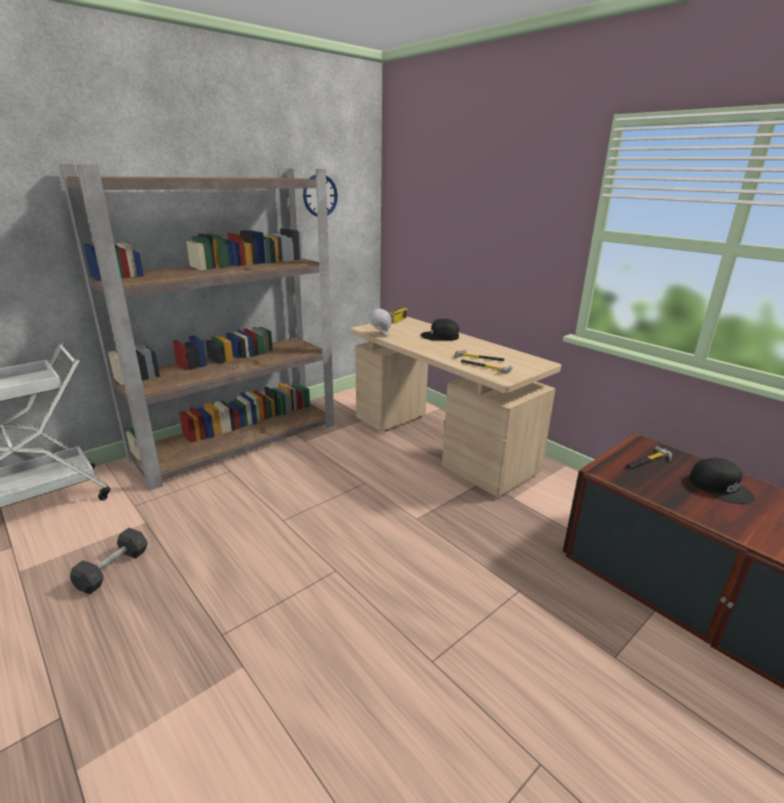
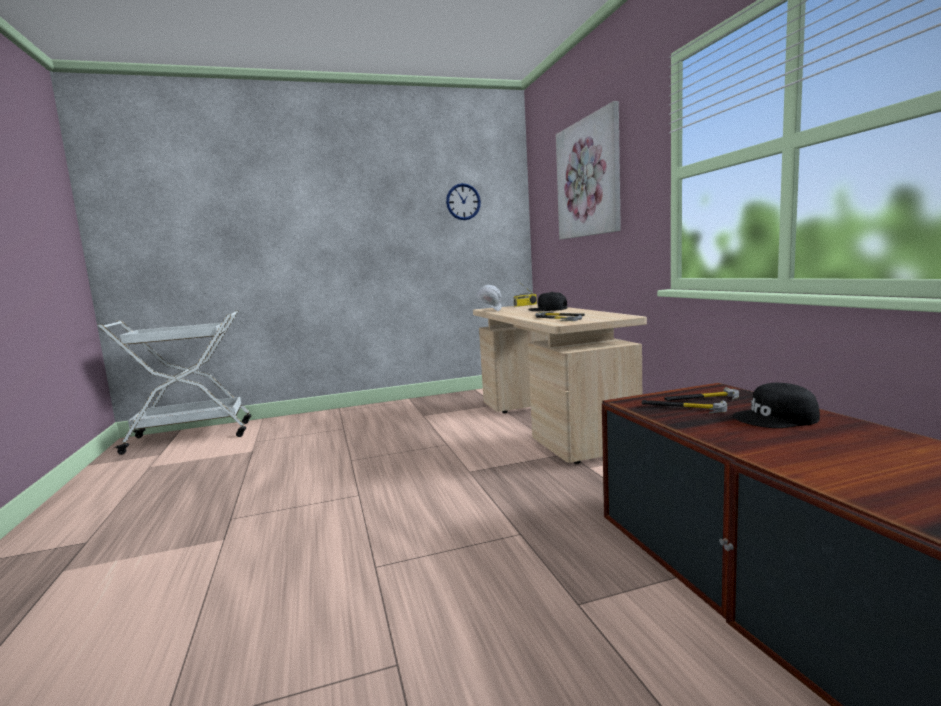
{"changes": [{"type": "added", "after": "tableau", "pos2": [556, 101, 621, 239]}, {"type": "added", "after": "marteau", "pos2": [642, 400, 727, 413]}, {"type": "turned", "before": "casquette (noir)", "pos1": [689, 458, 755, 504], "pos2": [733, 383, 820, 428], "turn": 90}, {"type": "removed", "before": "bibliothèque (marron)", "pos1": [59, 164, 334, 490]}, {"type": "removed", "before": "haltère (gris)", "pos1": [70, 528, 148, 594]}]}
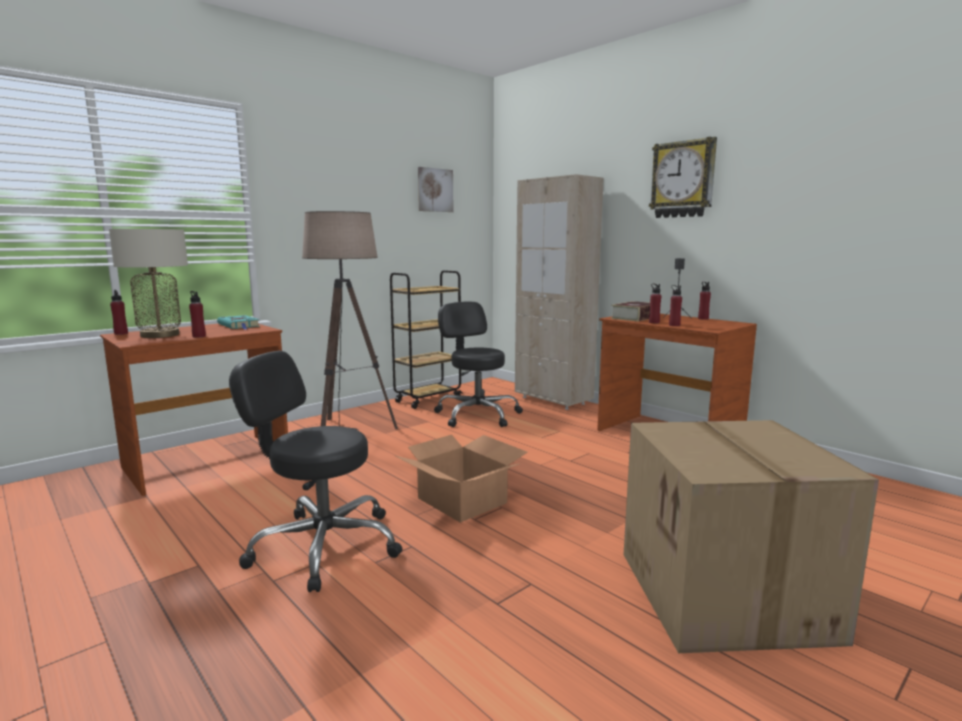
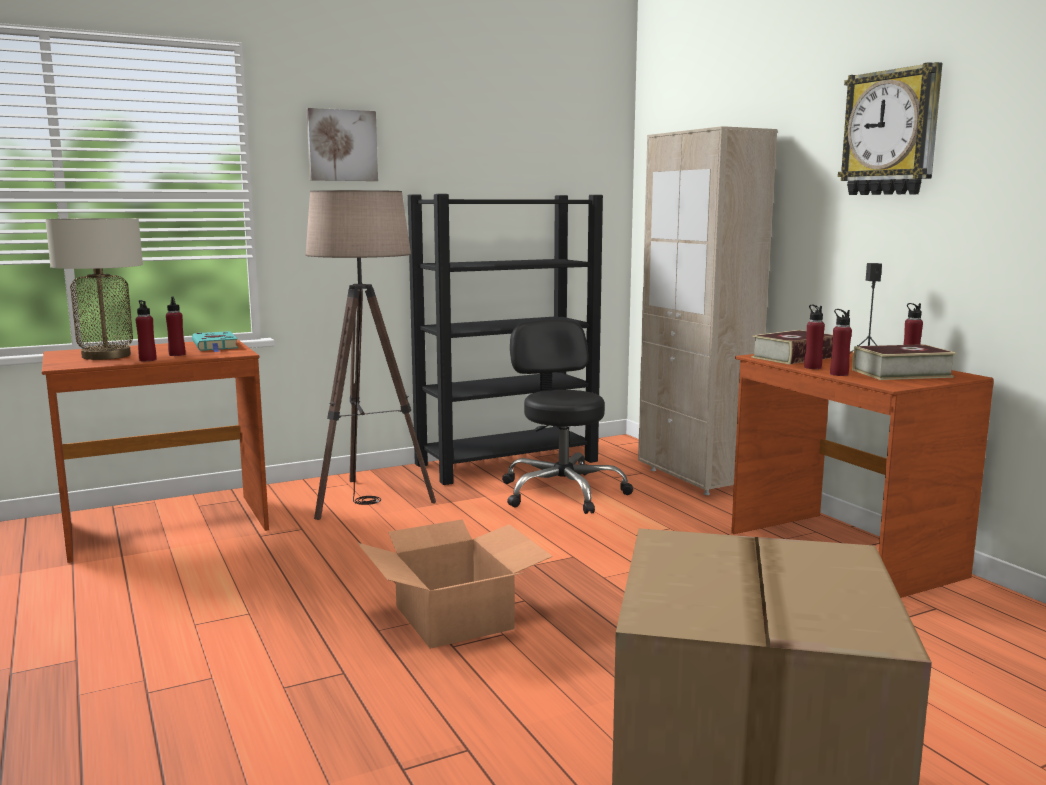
{"changes": [{"type": "moved", "before": "bouteille (rouge)", "pos1": [110, 290, 128, 335], "pos2": [166, 297, 185, 356]}, {"type": "moved", "before": "tableau", "pos1": [418, 167, 453, 212], "pos2": [306, 108, 378, 181]}, {"type": "replaced", "before": "chariot (marron)", "after": "bibliothèque (noir)", "pos1": [390, 270, 463, 409], "pos2": [408, 194, 603, 485]}, {"type": "added", "after": "livre", "pos2": [852, 344, 957, 380]}, {"type": "removed", "before": "chaise de bureau (noir)", "pos1": [229, 351, 402, 592]}]}
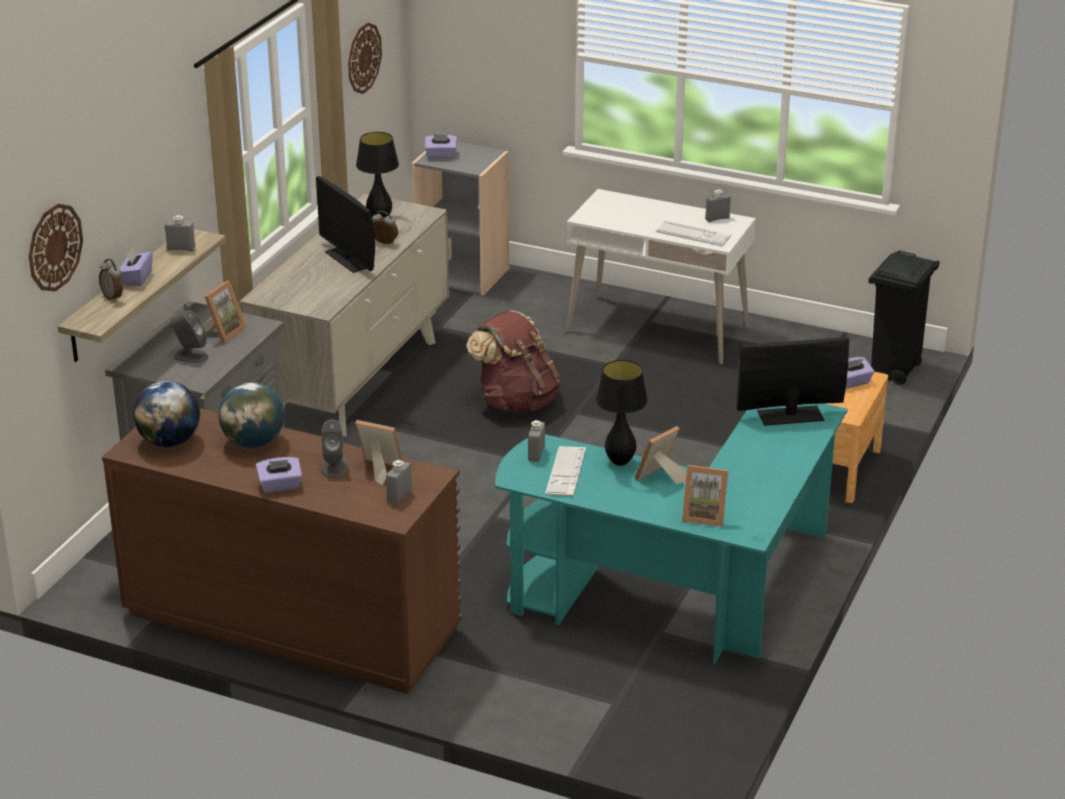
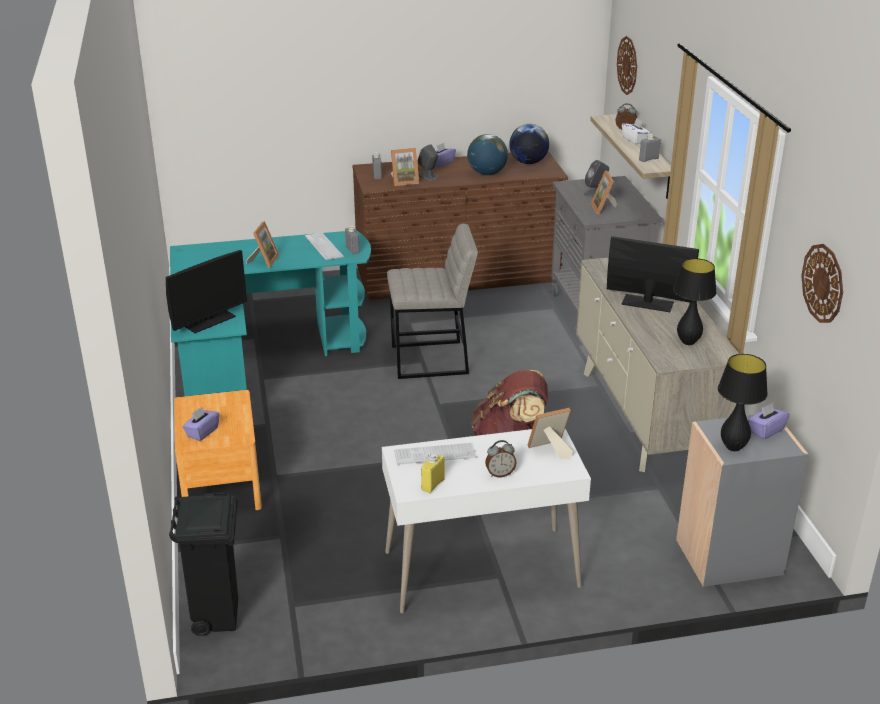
{"changes": [{"type": "added", "after": "chaise (gris)", "pos2": [387, 224, 478, 379]}, {"type": "recoloured", "before": "bouteille (gris)", "after": "bouteille (jaune)", "pos1": [705, 189, 731, 222], "pos2": [421, 454, 445, 493]}, {"type": "moved", "before": "réveil", "pos1": [372, 211, 398, 244], "pos2": [485, 440, 517, 477]}, {"type": "moved", "before": "cadre photo", "pos1": [682, 465, 728, 527], "pos2": [527, 408, 573, 459]}, {"type": "recoloured", "before": "boîte à mouchoirs (violet)", "after": "boîte à mouchoirs (blanc)", "pos1": [119, 248, 153, 286], "pos2": [622, 118, 650, 144]}, {"type": "moved", "before": "lampe de table (noir)", "pos1": [596, 360, 648, 466], "pos2": [718, 354, 768, 451]}]}
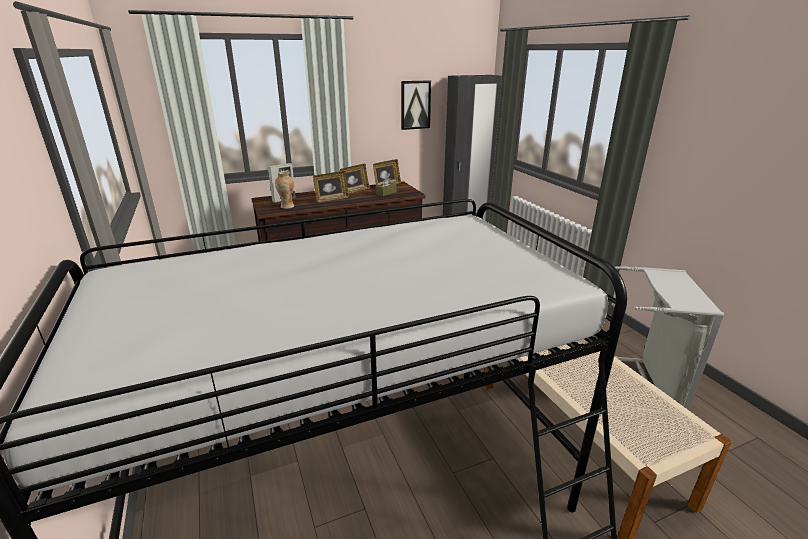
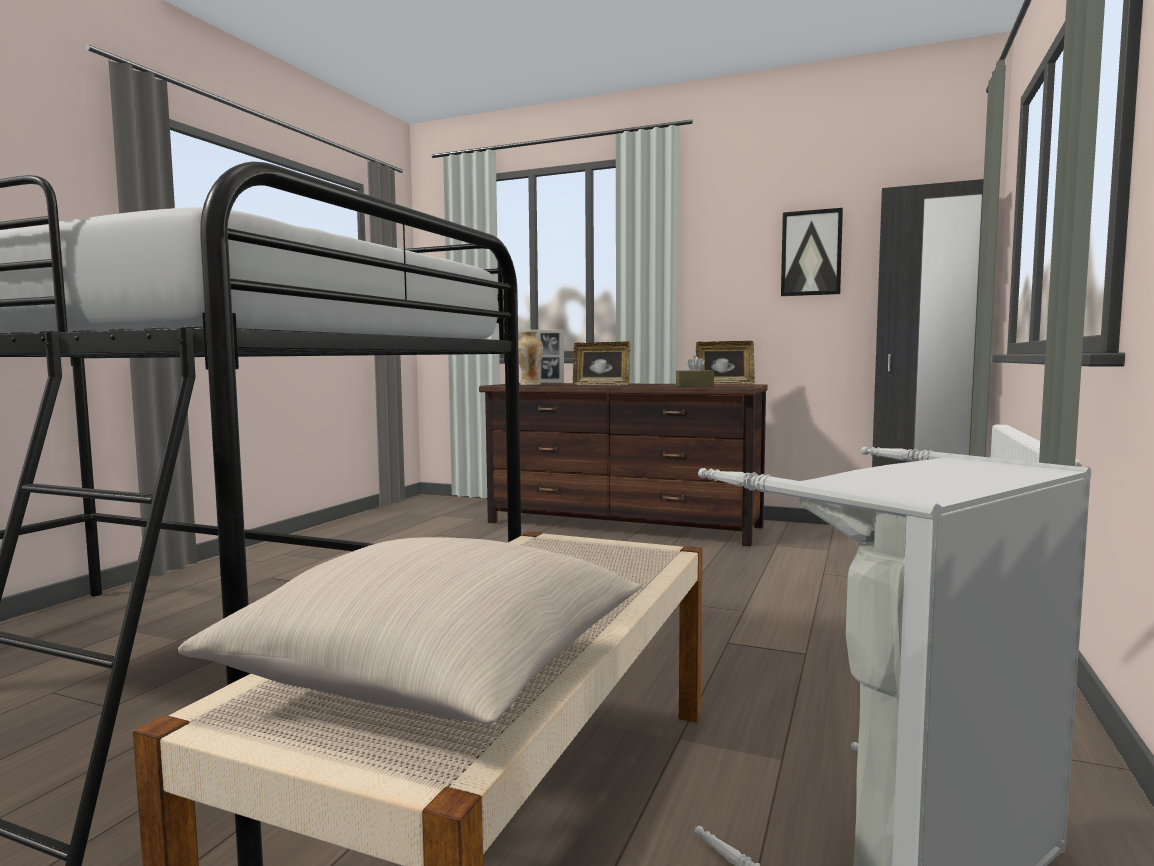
{"changes": [{"type": "added", "after": "coussin (beige)", "pos2": [178, 537, 641, 724]}, {"type": "removed", "before": "cadre photo", "pos1": [340, 164, 370, 193]}]}
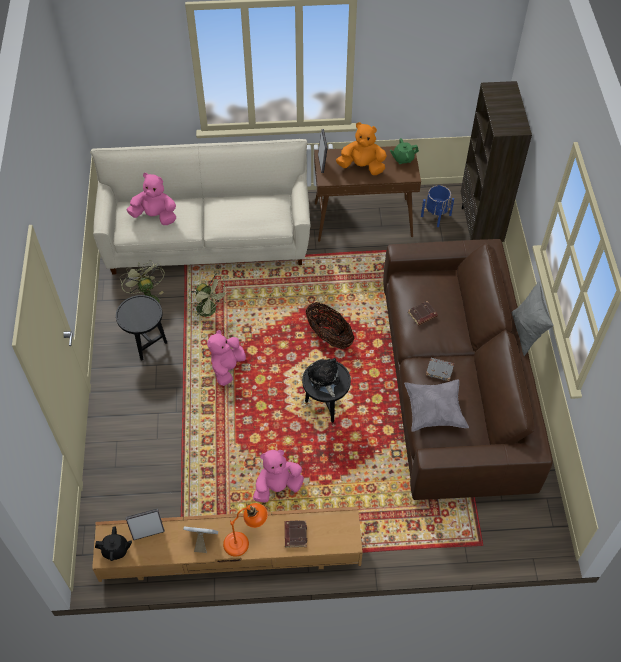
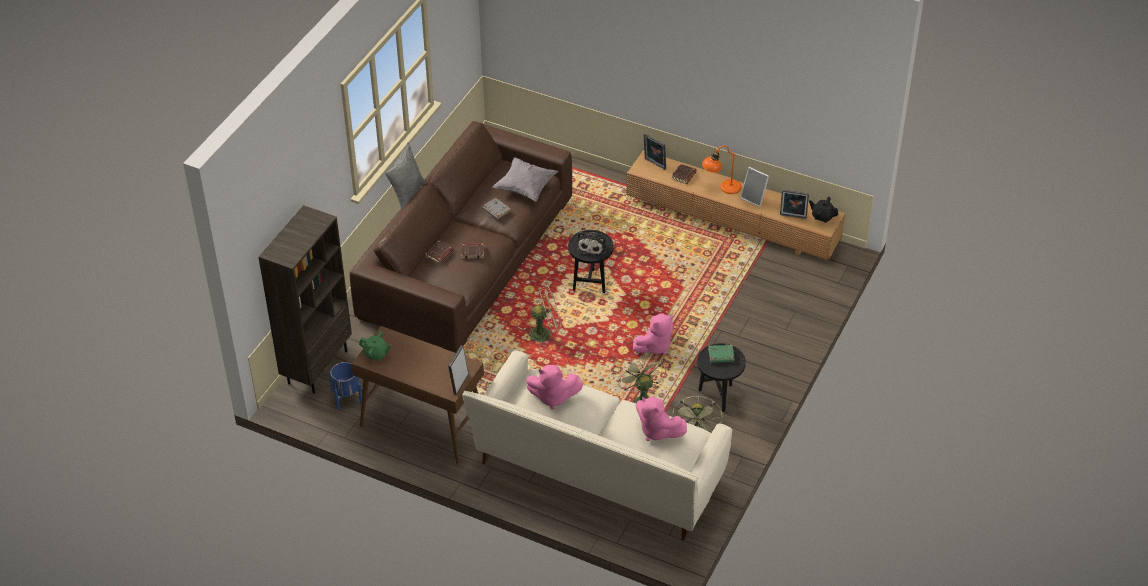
{"changes": [{"type": "added", "after": "livre (marron)", "pos2": [425, 241, 454, 263]}, {"type": "replaced", "before": "panier", "after": "ventilateur (beige)", "pos1": [306, 302, 354, 349], "pos2": [526, 286, 561, 343]}, {"type": "moved", "before": "peluche (rose)", "pos1": [253, 449, 304, 503], "pos2": [526, 365, 583, 409]}, {"type": "added", "after": "cadre photo", "pos2": [643, 133, 666, 170]}, {"type": "added", "after": "livre (vert)", "pos2": [708, 345, 734, 363]}, {"type": "removed", "before": "peluche (orange)", "pos1": [336, 122, 387, 175]}]}
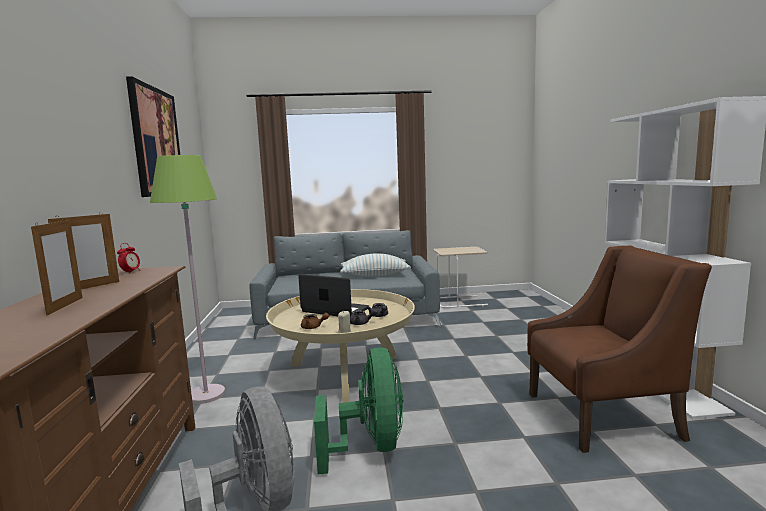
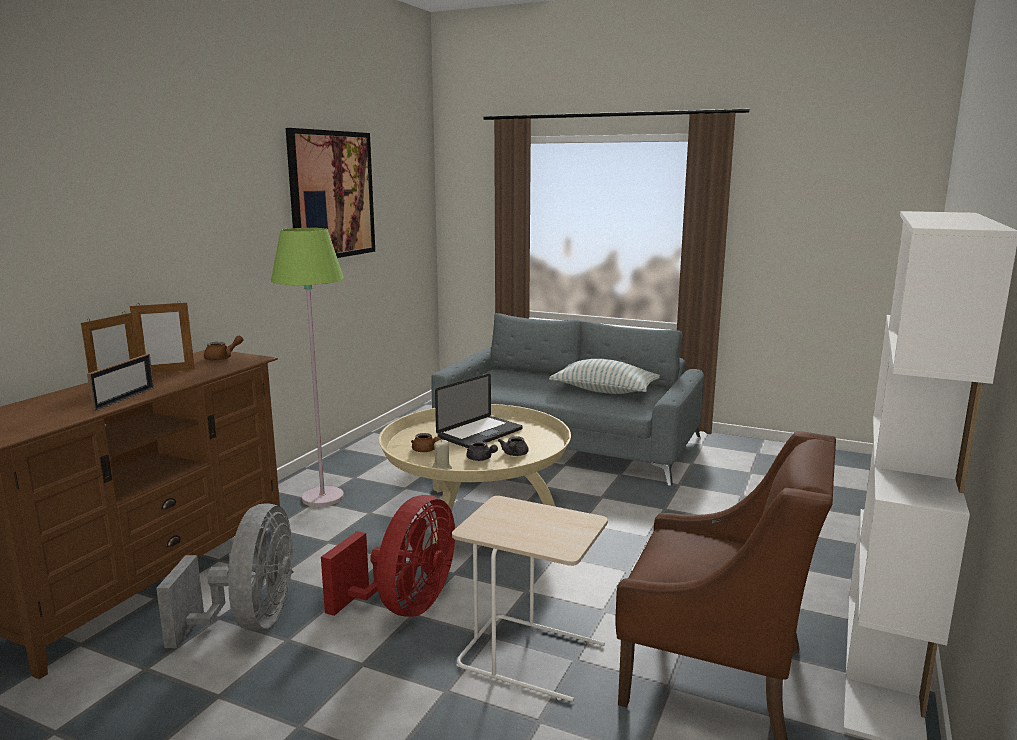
{"changes": [{"type": "added", "after": "cadre photo", "pos2": [87, 354, 154, 412]}, {"type": "replaced", "before": "réveil", "after": "théière (marron)", "pos1": [117, 243, 140, 274], "pos2": [204, 336, 243, 361]}, {"type": "recoloured", "before": "ventilateur (vert)", "after": "ventilateur (rouge)", "pos1": [314, 347, 403, 474], "pos2": [321, 495, 455, 617]}, {"type": "turned", "before": "ordinateur portable", "pos1": [298, 274, 369, 317], "pos2": [435, 374, 523, 448], "turn": 75}, {"type": "moved", "before": "table d'appoint (beige)", "pos1": [433, 247, 488, 308], "pos2": [452, 496, 608, 702]}]}
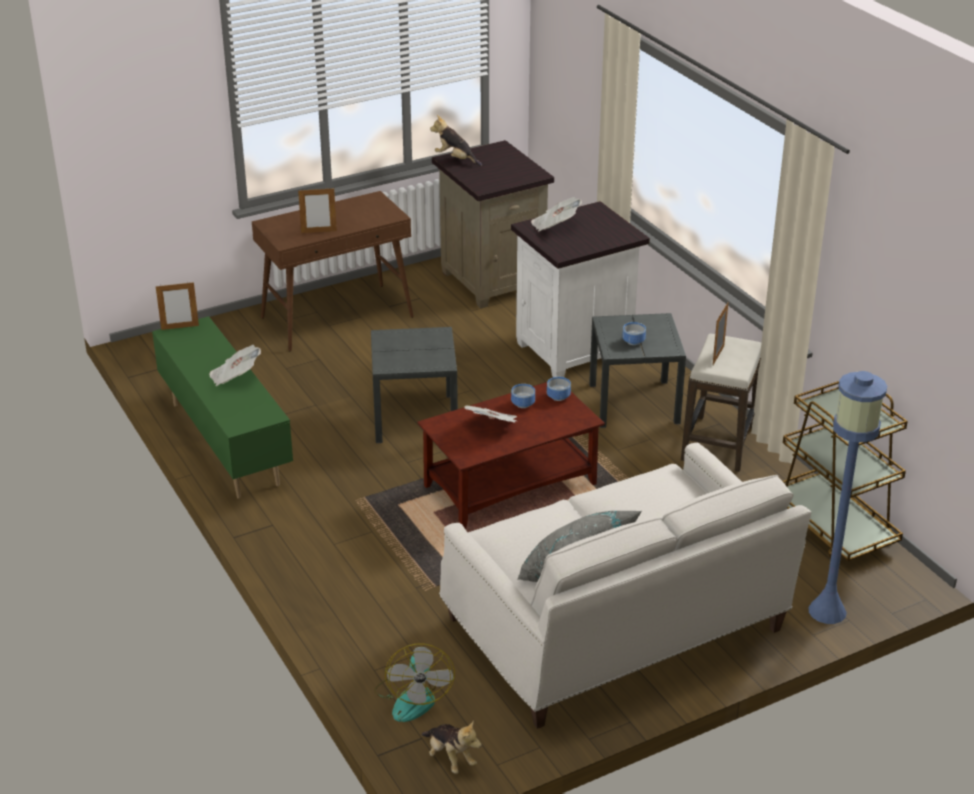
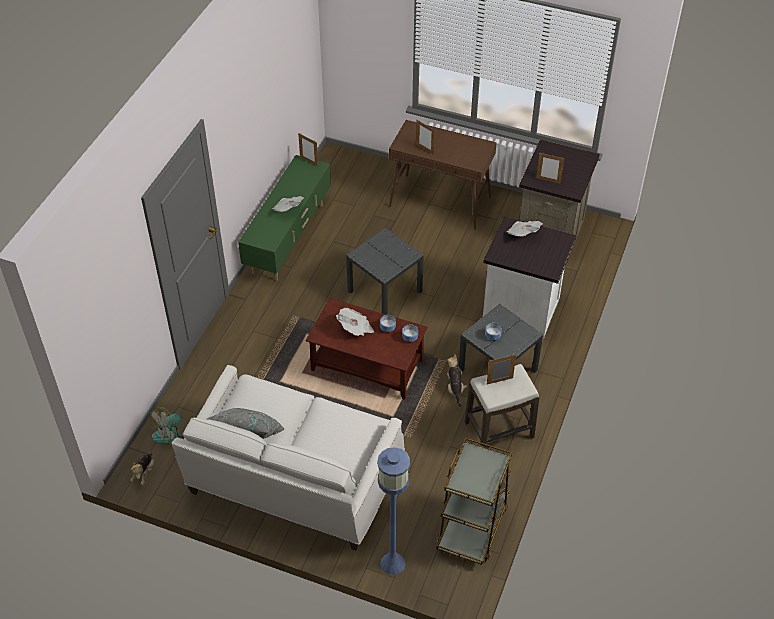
{"changes": [{"type": "moved", "before": "peluche", "pos1": [430, 115, 482, 166], "pos2": [447, 354, 467, 407]}, {"type": "added", "after": "cadre photo", "pos2": [536, 153, 564, 184]}]}
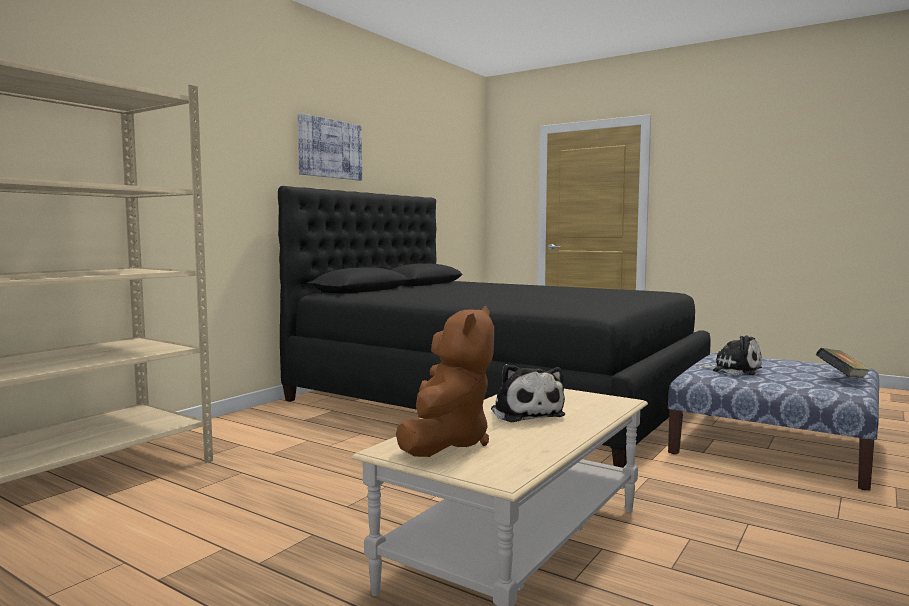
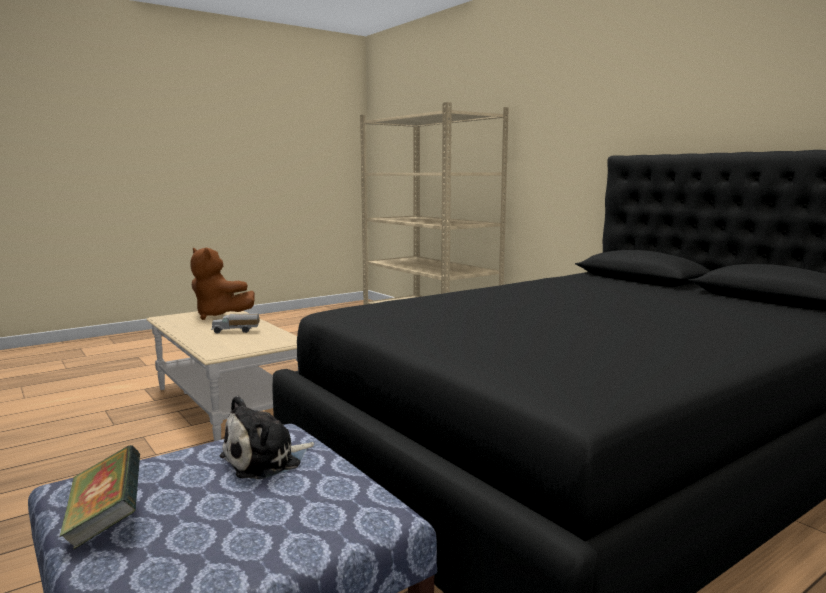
{"changes": [{"type": "replaced", "before": "peluche", "after": "camion jouet", "pos1": [491, 364, 565, 422], "pos2": [211, 313, 260, 333]}, {"type": "removed", "before": "tableau", "pos1": [297, 113, 362, 181]}]}
